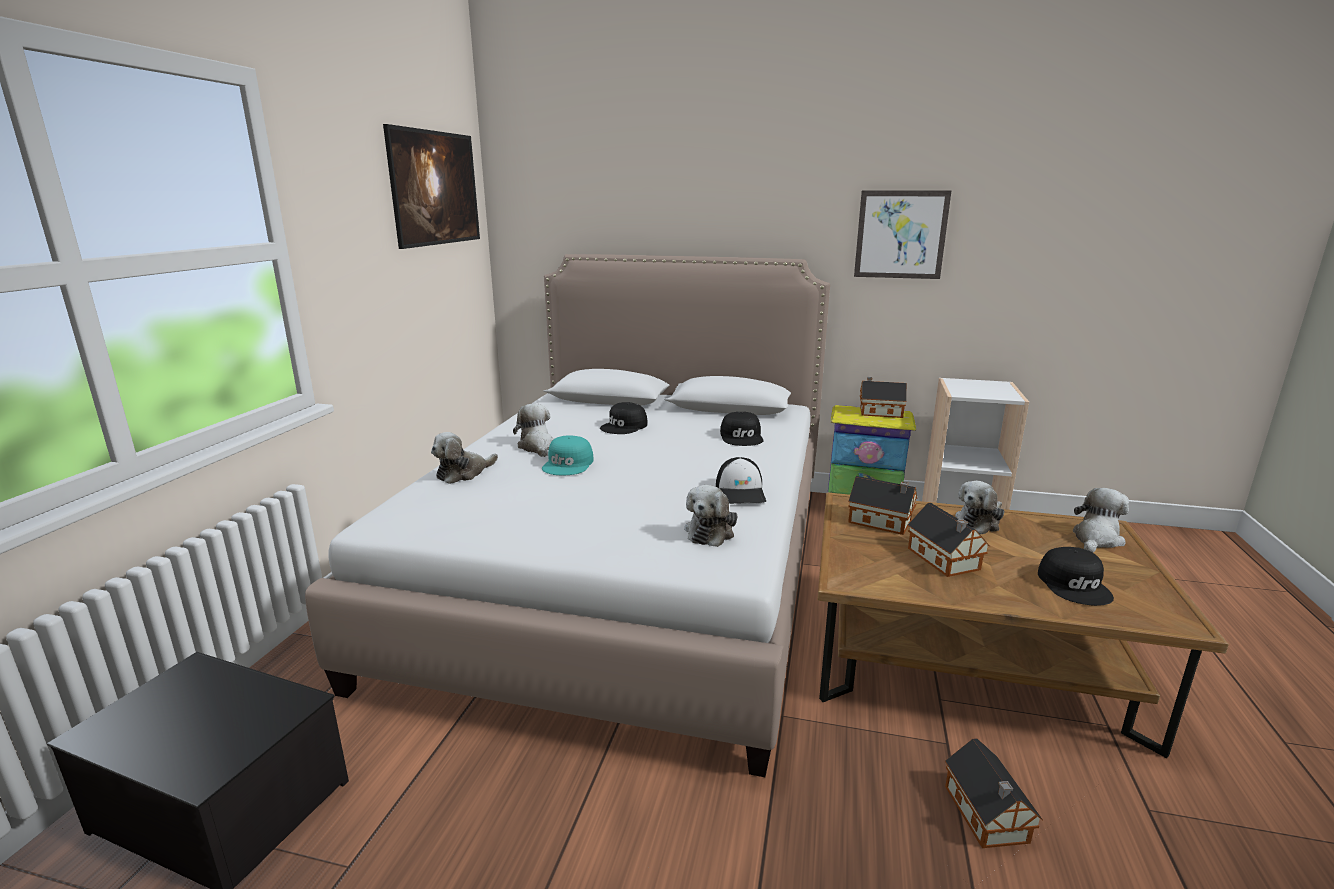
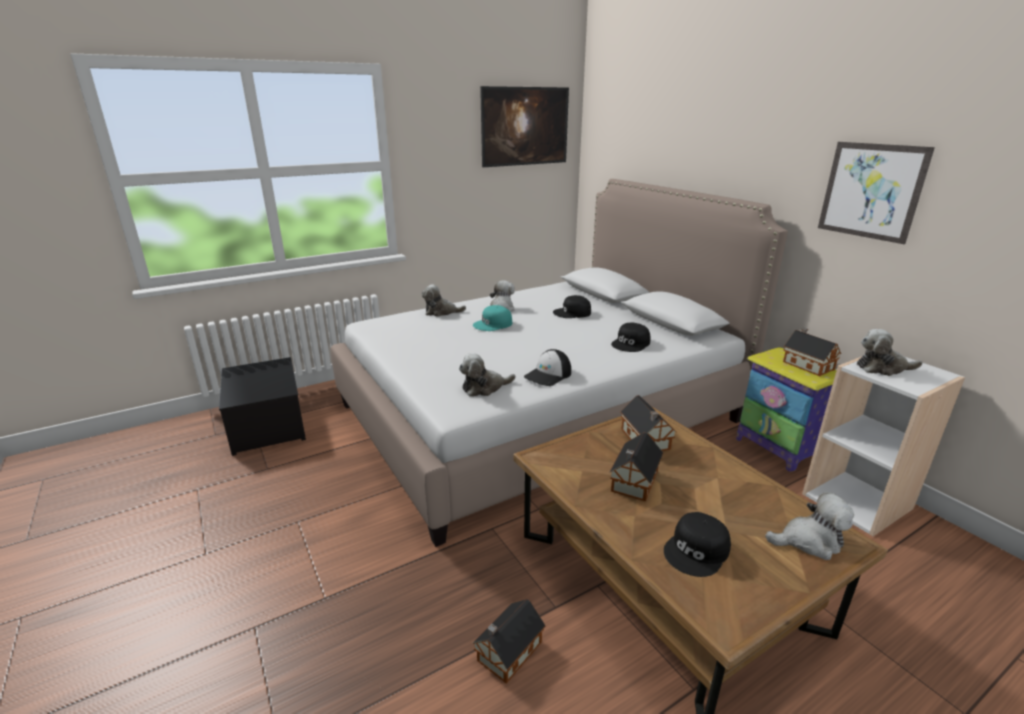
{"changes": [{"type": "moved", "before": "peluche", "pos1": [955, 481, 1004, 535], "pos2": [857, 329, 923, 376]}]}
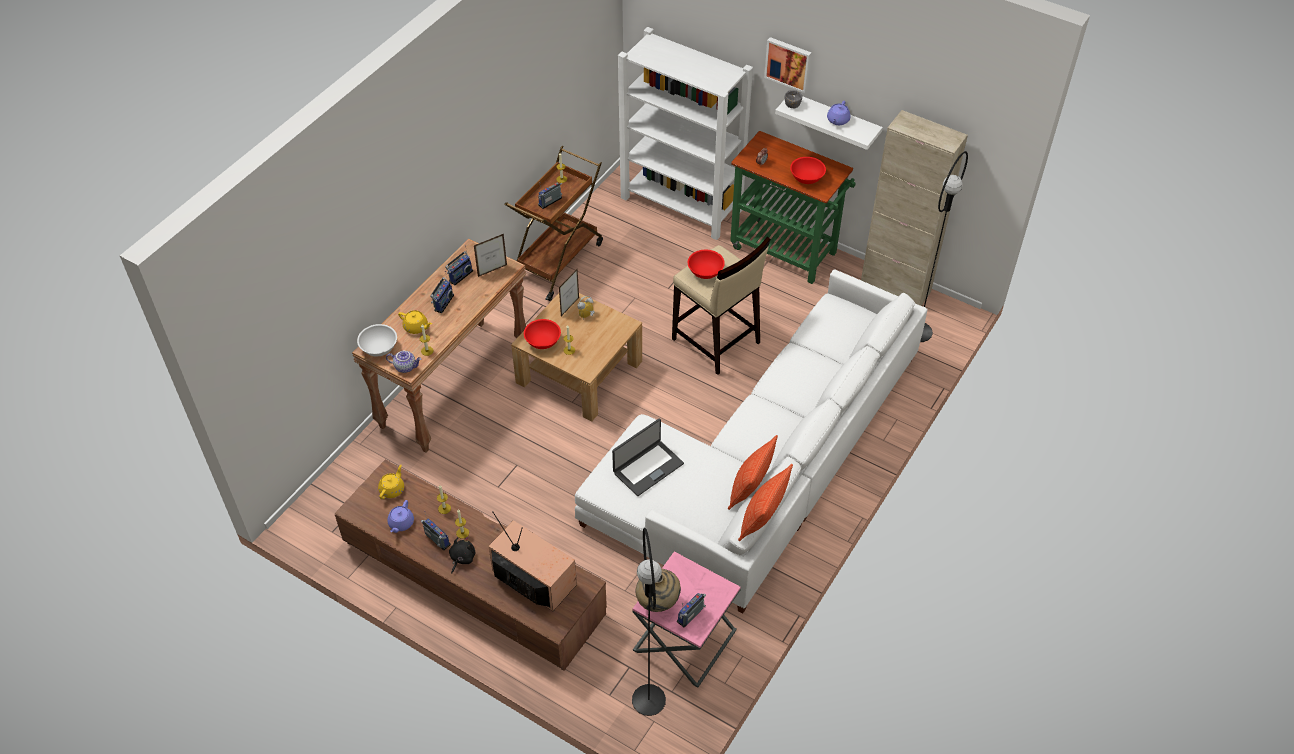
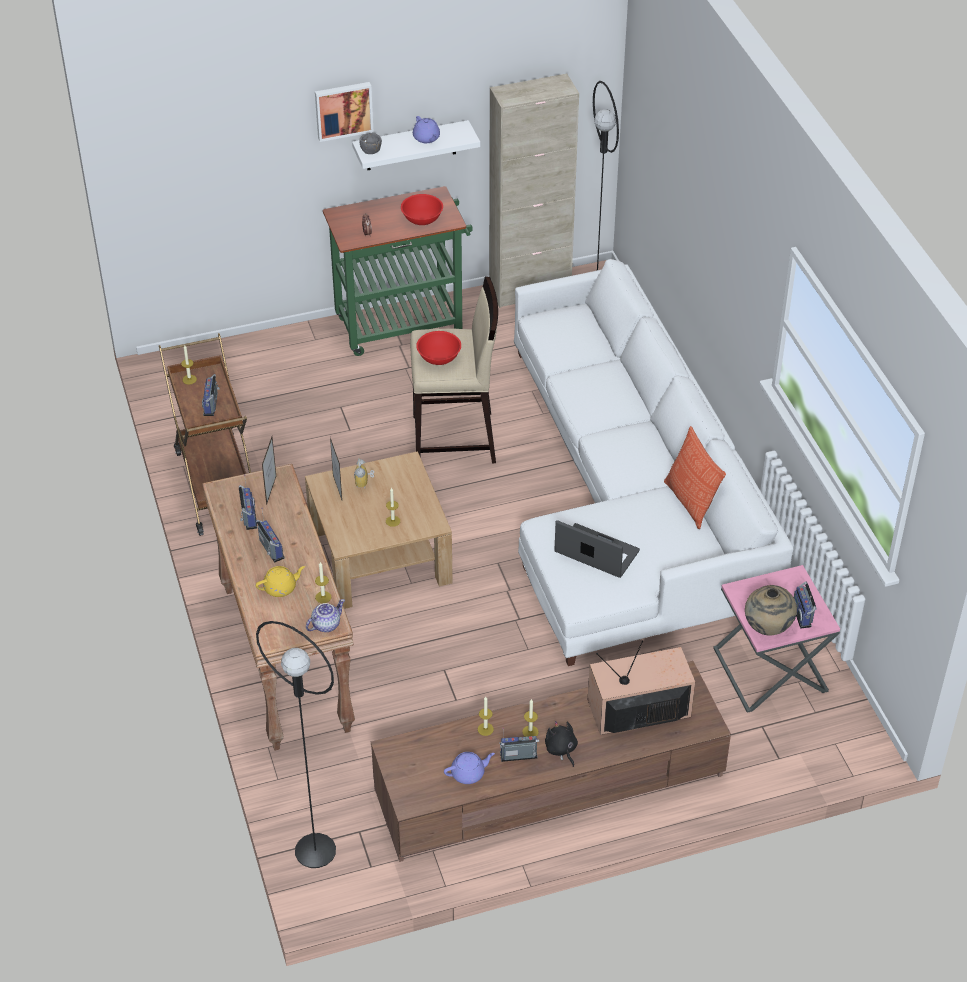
{"changes": [{"type": "moved", "before": "lampadaire (noir)", "pos1": [632, 528, 666, 716], "pos2": [256, 621, 336, 868]}, {"type": "turned", "before": "théière (violet)", "pos1": [387, 500, 414, 533], "pos2": [444, 752, 495, 784], "turn": -75}, {"type": "turned", "before": "ordinateur portable", "pos1": [612, 418, 684, 496], "pos2": [554, 520, 640, 578], "turn": -60}, {"type": "removed", "before": "bol (blanc)", "pos1": [357, 324, 397, 356]}, {"type": "removed", "before": "théière (jaune)", "pos1": [378, 465, 404, 499]}, {"type": "removed", "before": "bol (rouge)", "pos1": [524, 319, 561, 349]}, {"type": "removed", "before": "bibliothèque (blanc)", "pos1": [618, 27, 753, 240]}, {"type": "removed", "before": "coussin (orange)", "pos1": [738, 464, 793, 541]}]}
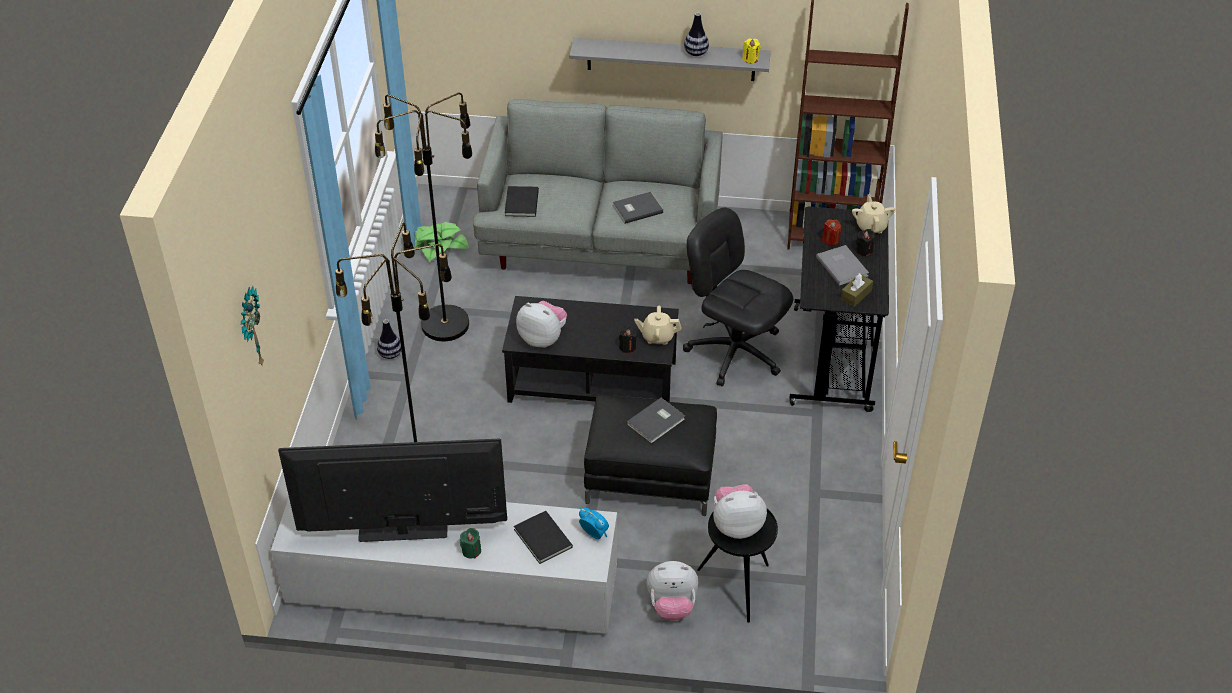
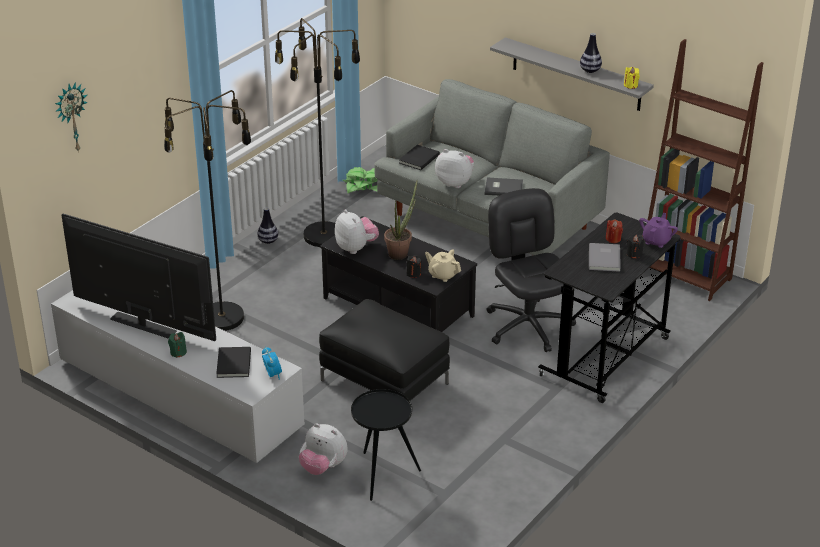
{"changes": [{"type": "added", "after": "plante en pot", "pos2": [384, 181, 417, 260]}, {"type": "moved", "before": "peluche", "pos1": [713, 484, 767, 539], "pos2": [435, 149, 474, 188]}, {"type": "recoloured", "before": "théière (beige)", "after": "théière (violet)", "pos1": [852, 194, 895, 233], "pos2": [639, 213, 678, 248]}, {"type": "removed", "before": "livre (gris)", "pos1": [627, 398, 685, 444]}, {"type": "removed", "before": "boîte à mouchoirs (marron)", "pos1": [841, 273, 873, 307]}]}
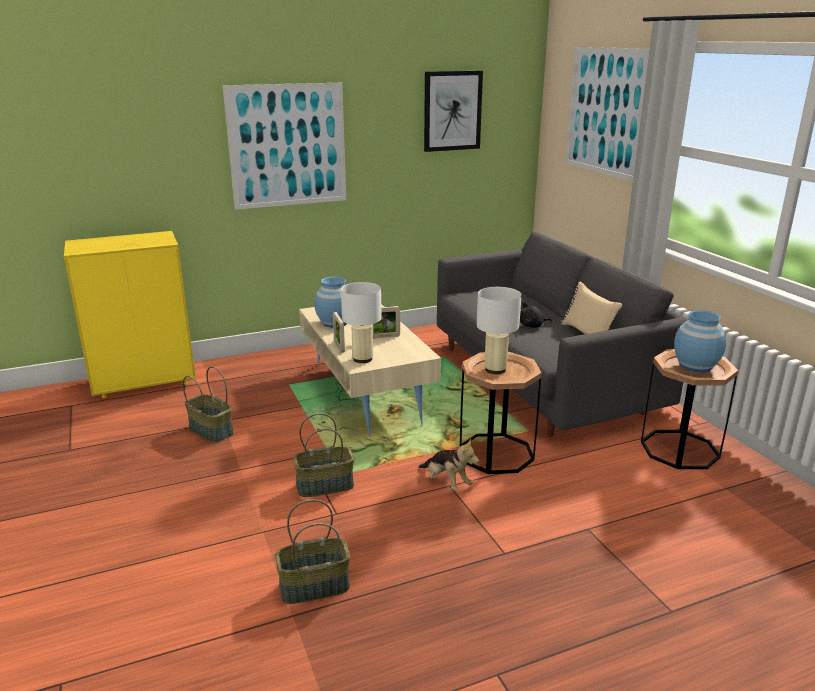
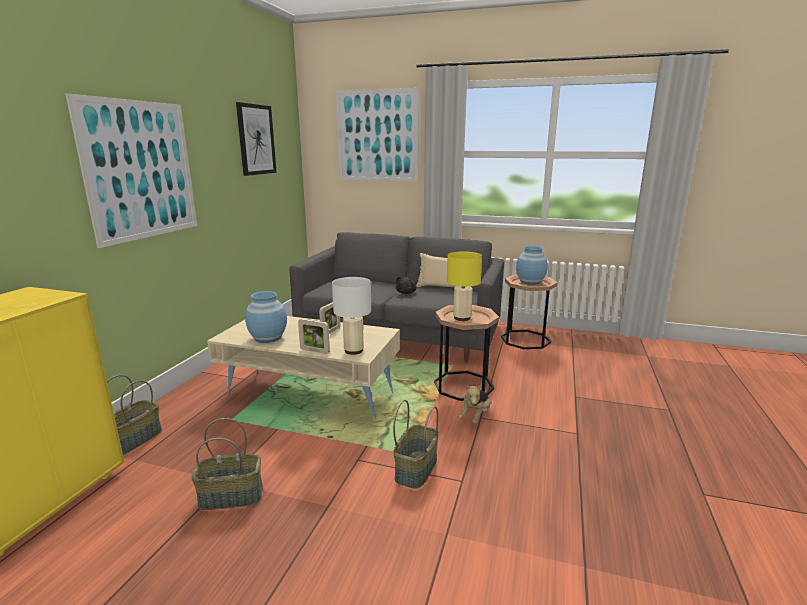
{"changes": [{"type": "moved", "before": "panier", "pos1": [275, 499, 350, 604], "pos2": [107, 375, 162, 455]}, {"type": "recoloured", "before": "lampe de table (blanc)", "after": "lampe de table (jaune)", "pos1": [477, 287, 521, 374], "pos2": [447, 251, 482, 321]}, {"type": "turned", "before": "peluche", "pos1": [419, 439, 479, 490], "pos2": [458, 385, 491, 424], "turn": 120}]}
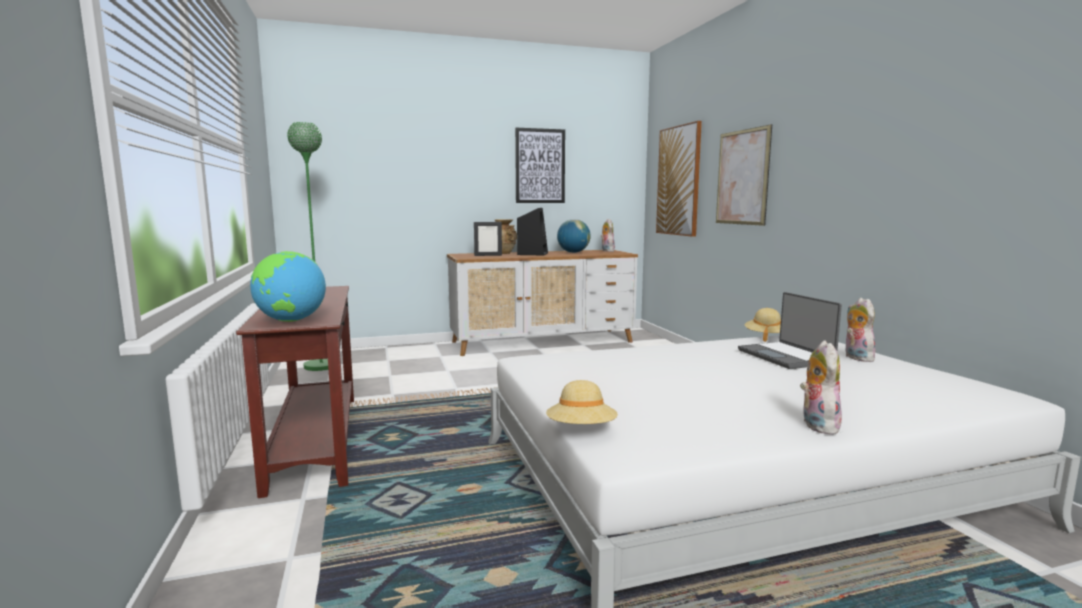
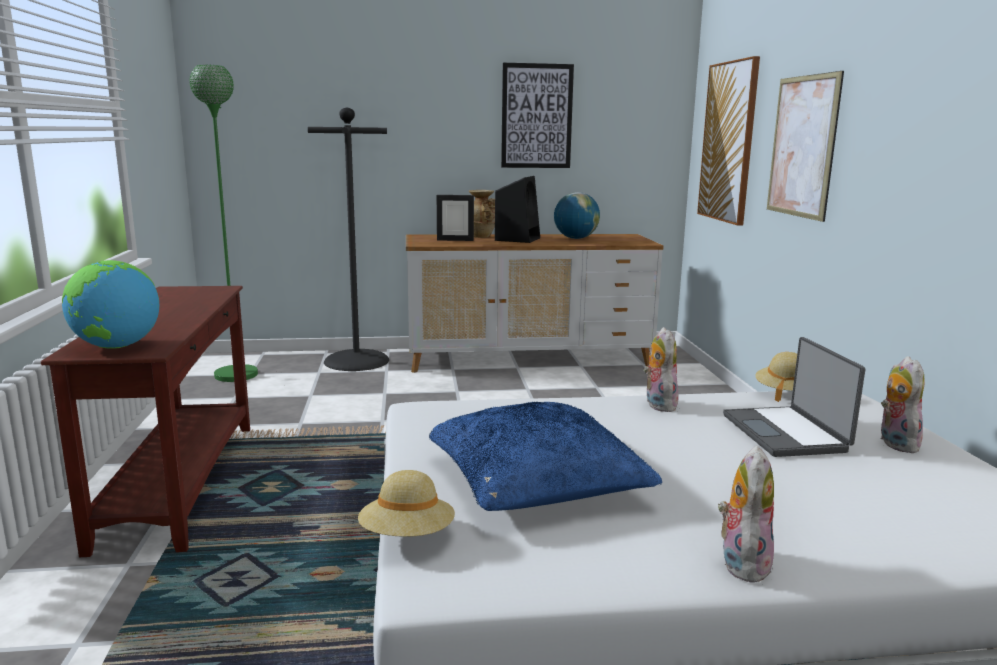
{"changes": [{"type": "added", "after": "portant (noir)", "pos2": [308, 108, 389, 371]}, {"type": "added", "after": "coussin (bleu)", "pos2": [429, 402, 663, 511]}, {"type": "moved", "before": "peluche", "pos1": [601, 219, 615, 252], "pos2": [643, 327, 679, 412]}]}
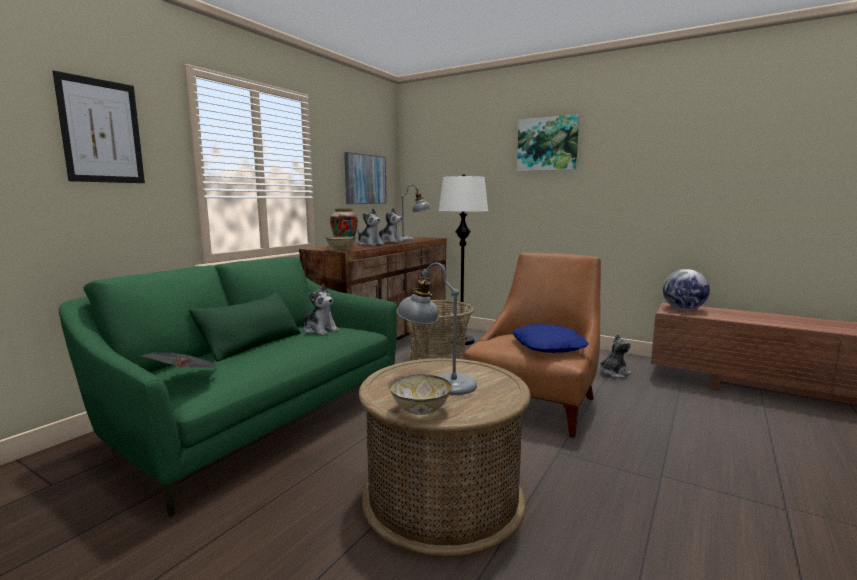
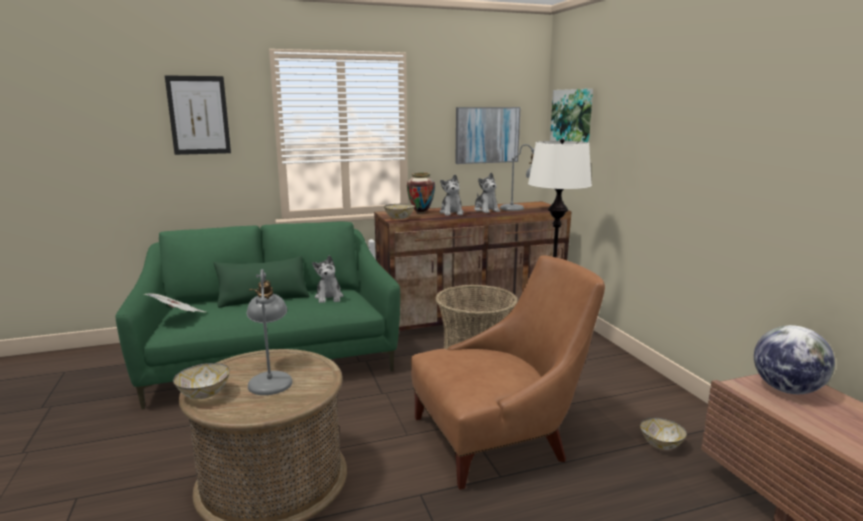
{"changes": [{"type": "moved", "before": "tableau", "pos1": [517, 114, 579, 172], "pos2": [550, 89, 593, 143]}, {"type": "replaced", "before": "peluche", "after": "bol", "pos1": [600, 334, 631, 378], "pos2": [640, 418, 687, 450]}, {"type": "removed", "before": "coussin (bleu)", "pos1": [512, 324, 588, 353]}]}
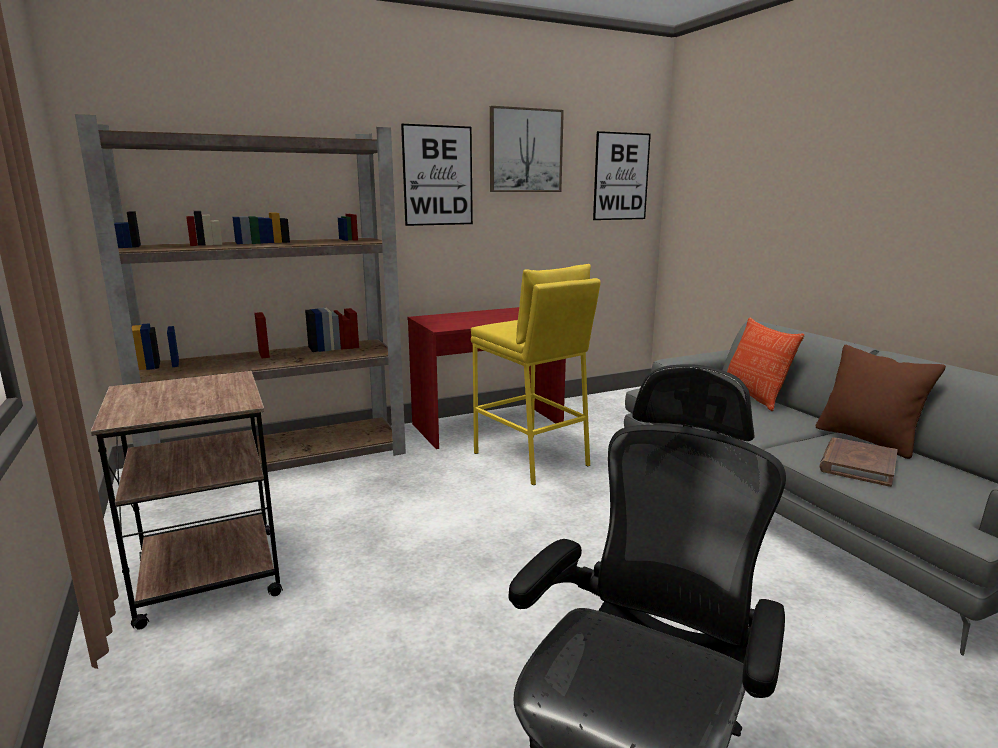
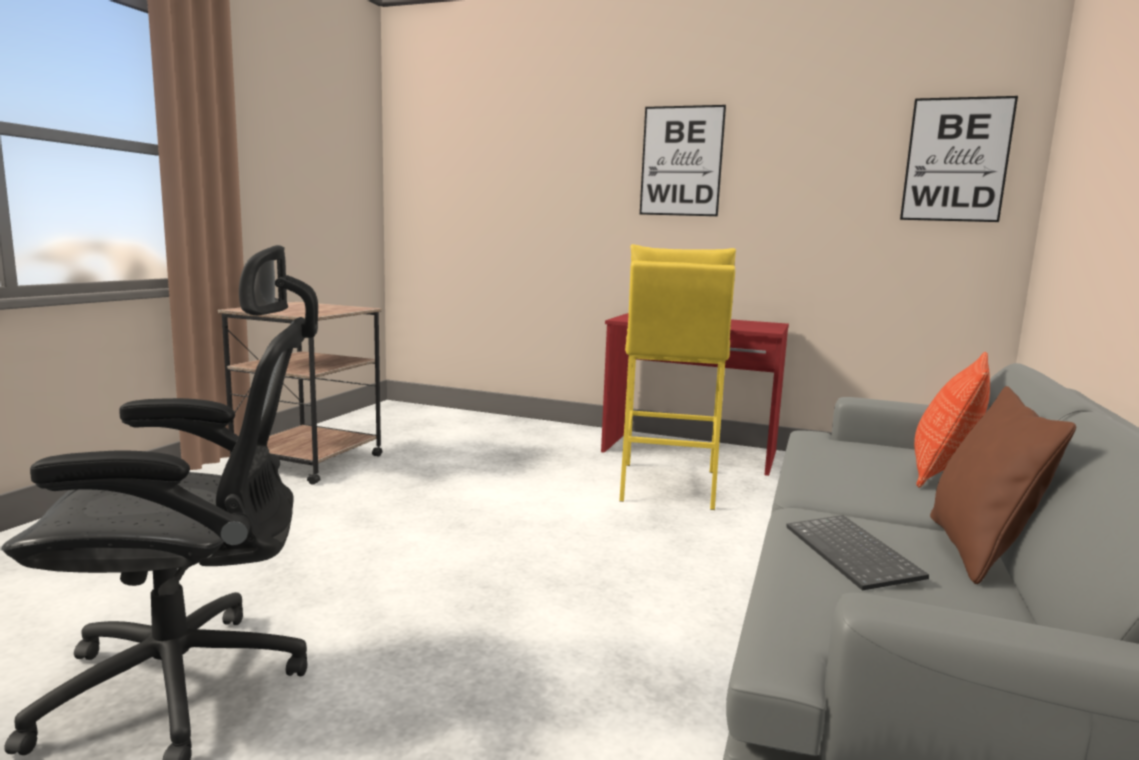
{"changes": [{"type": "replaced", "before": "livre (marron)", "after": "clavier", "pos1": [819, 438, 898, 487], "pos2": [786, 515, 929, 590]}, {"type": "removed", "before": "bibliothèque (marron)", "pos1": [75, 114, 406, 472]}, {"type": "removed", "before": "tableau", "pos1": [490, 106, 564, 192]}]}
